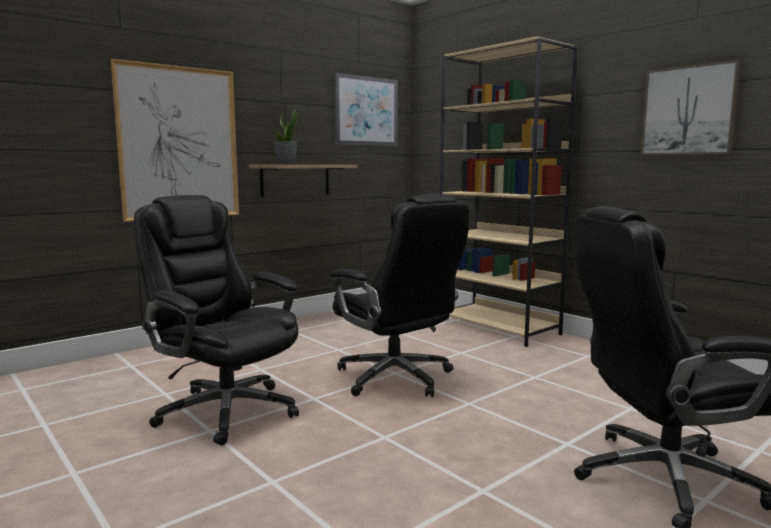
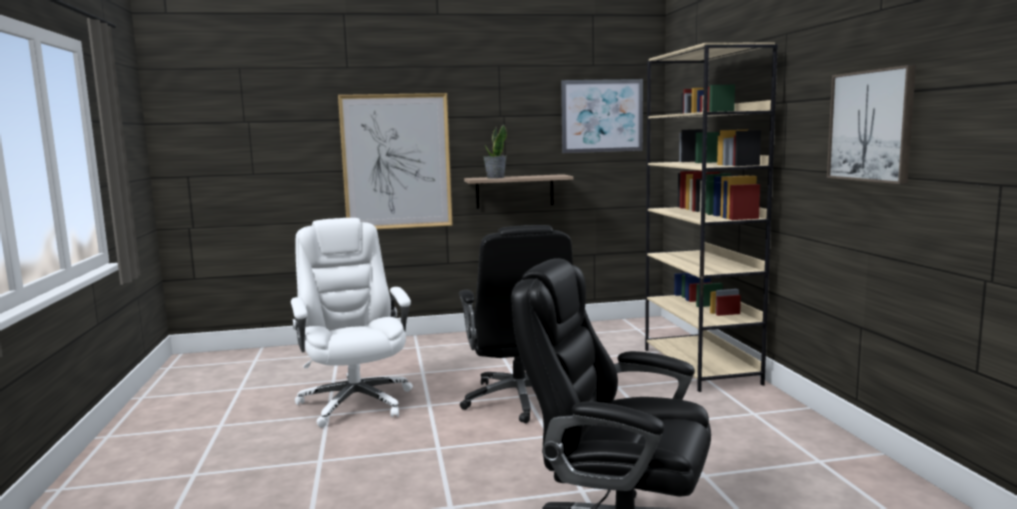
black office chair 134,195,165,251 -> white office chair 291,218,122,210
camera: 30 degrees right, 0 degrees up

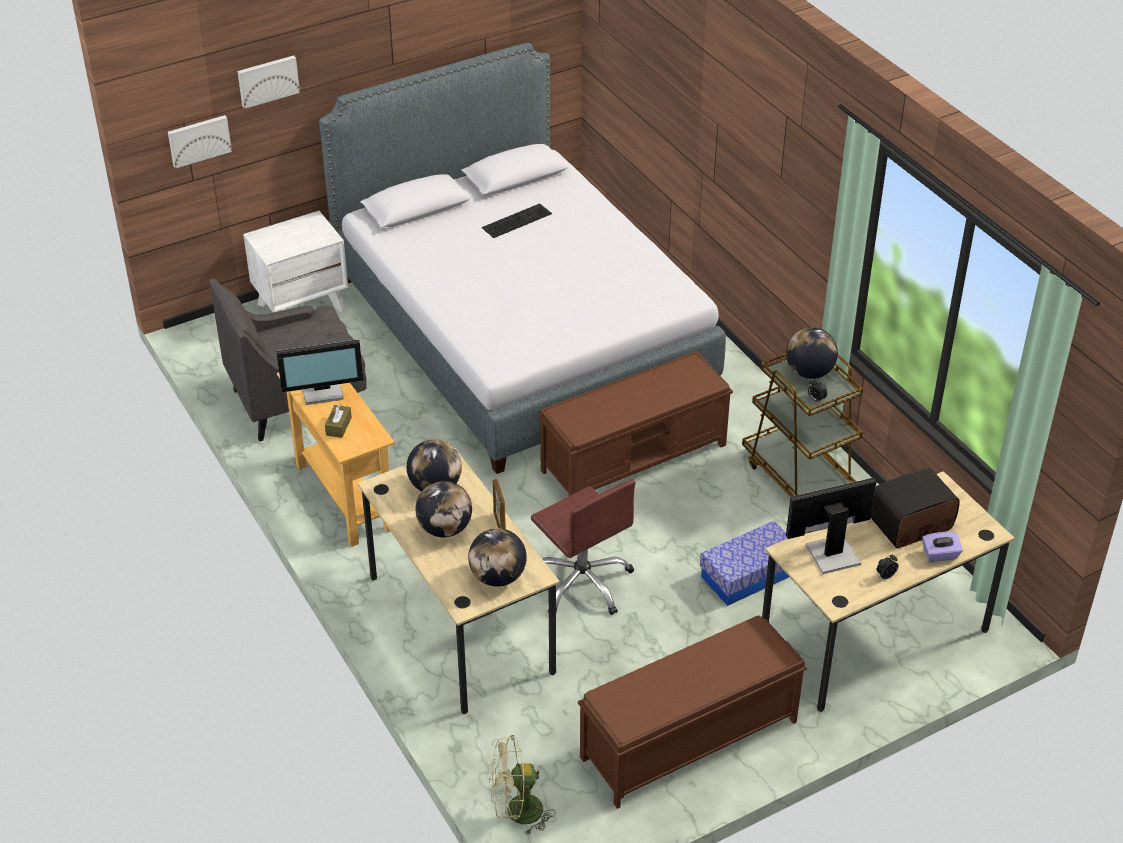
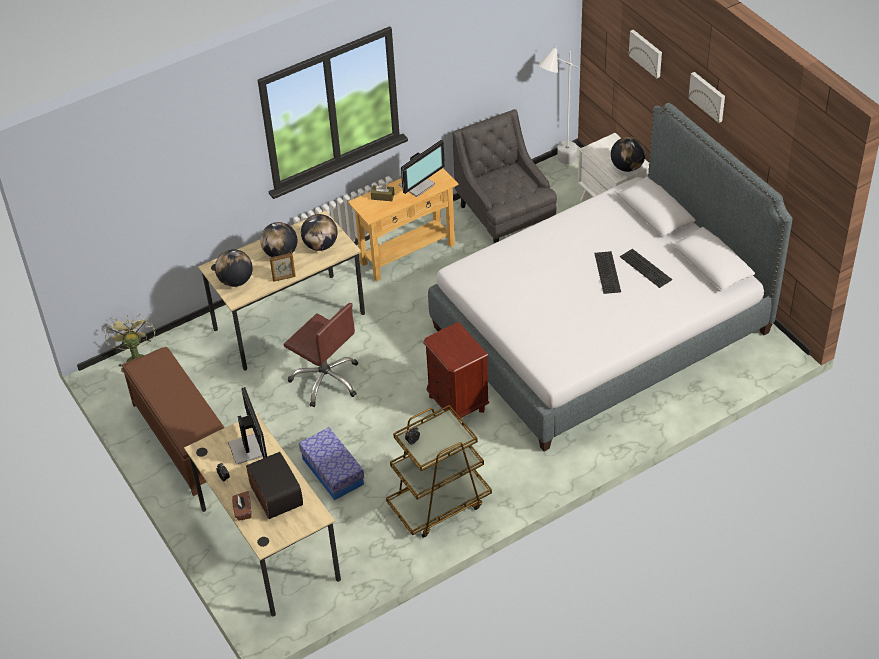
purple tissue box 922,532,41,30 -> brown tissue box 232,491,20,29
brown office chair 531,479,105,136 -> brown office chair 284,303,74,104, 105 degrees counterclockwise
monitor 276,339,87,66 -> monitor 399,140,46,57, 120 degrees counterclockwise
brown bench 538,351,195,146 -> brown nightstand 423,322,66,97
none -> white floor lamp 538,45,40,119
none -> keyboard 594,251,27,43
globe 786,327,52,52 -> globe 611,137,35,35, move
picture 168,115,64,54 -> picture 689,72,36,51, move
camera: 90 degrees right, 5 degrees up

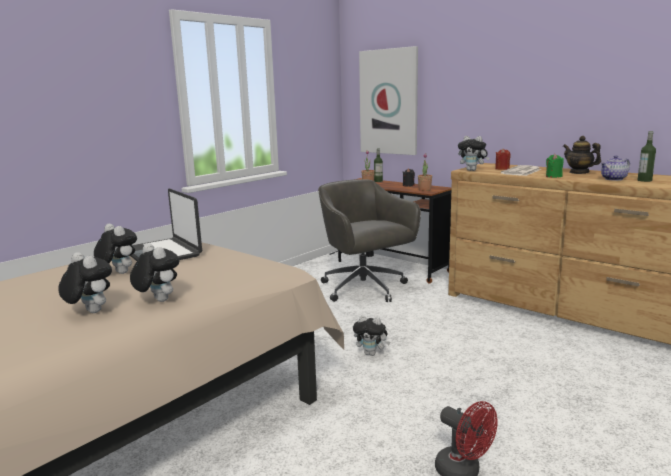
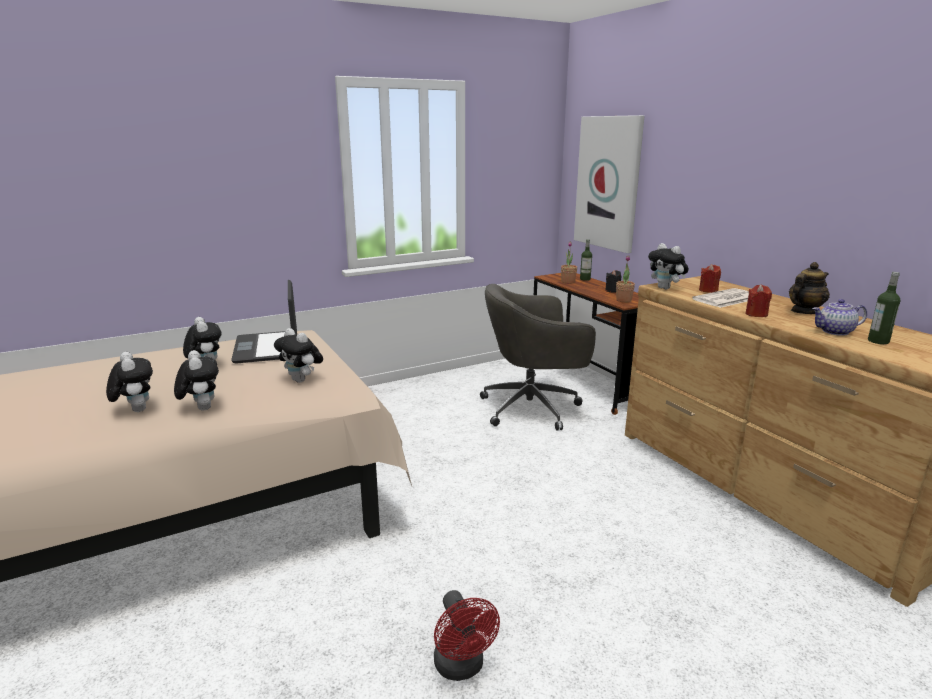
plush toy 353,315,37,41 -> plush toy 274,328,49,55, move
grey office chair 318,179,103,123 -> grey office chair 480,284,116,147, 90 degrees counterclockwise
green candle 546,154,18,24 -> red candle 745,284,27,33
teapot 563,136,38,38 -> teapot 789,262,41,52, 75 degrees clockwise
camera: 20 degrees right, 5 degrees up

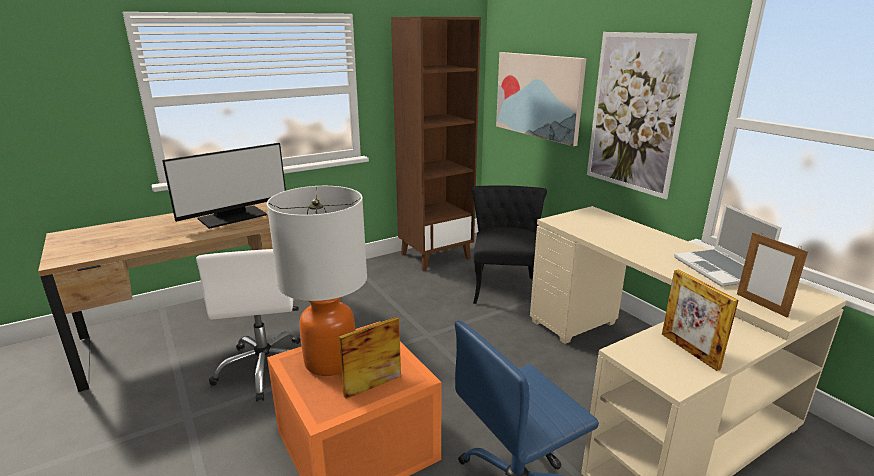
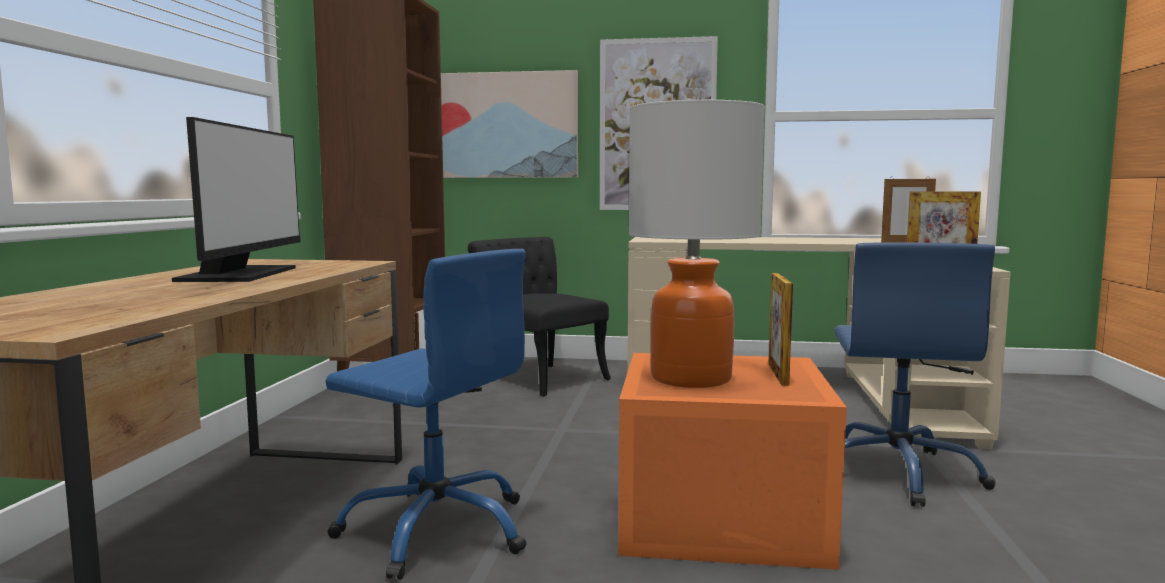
white office chair 196,249,104,153 -> blue office chair 325,249,202,331
laptop 674,204,108,83 -> none
camera: 50 degrees left, 15 degrees down

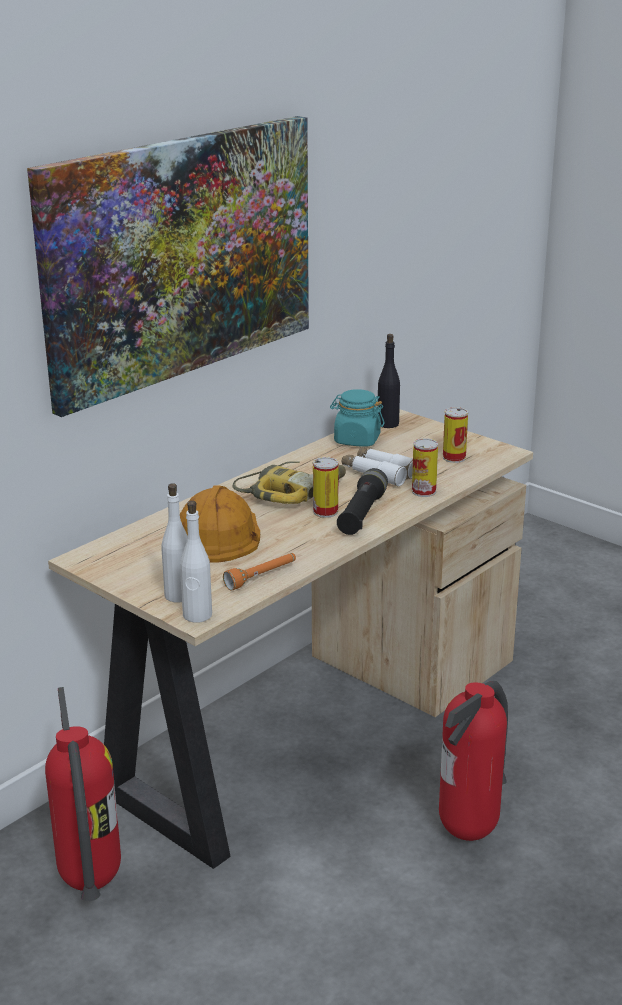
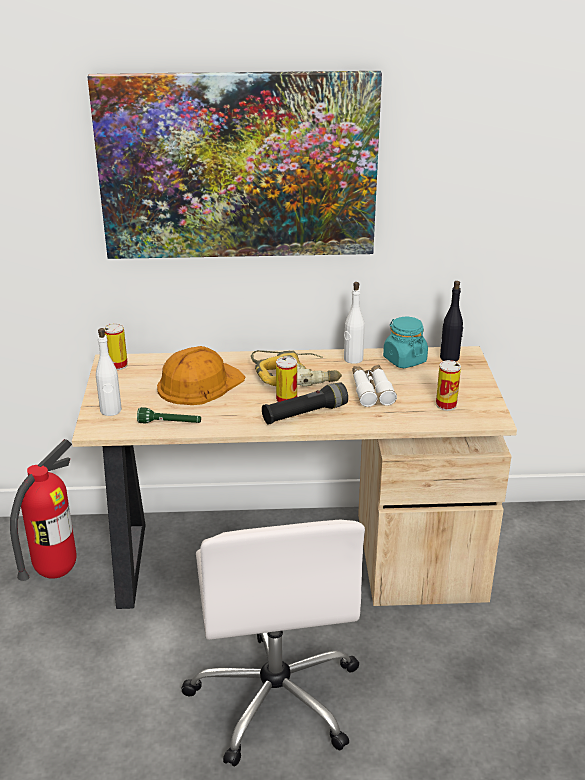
can 412,438,26,59 -> can 104,323,24,47, move
orange flashlight 223,553,73,37 -> green flashlight 137,407,64,16
fire extinguisher 439,681,69,160 -> white office chair 181,519,184,248
white bottle 180,501,32,122 -> white bottle 344,282,21,82, move
camera: 45 degrees right, 5 degrees up

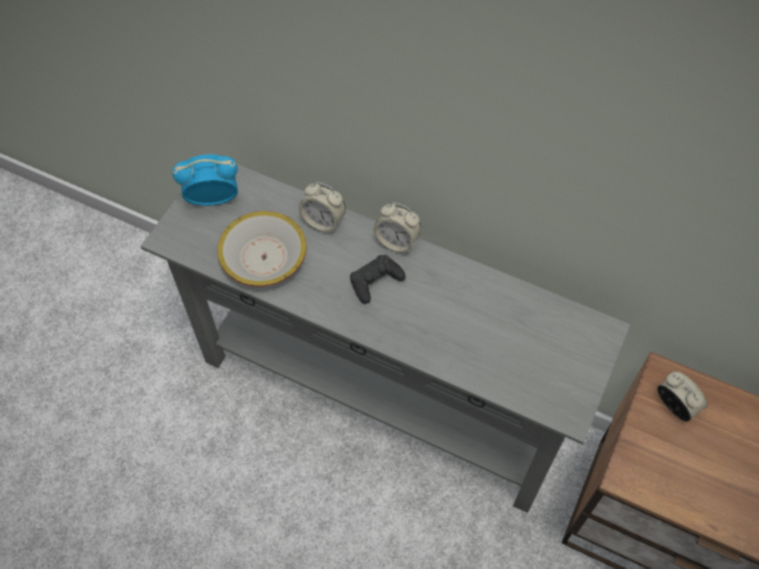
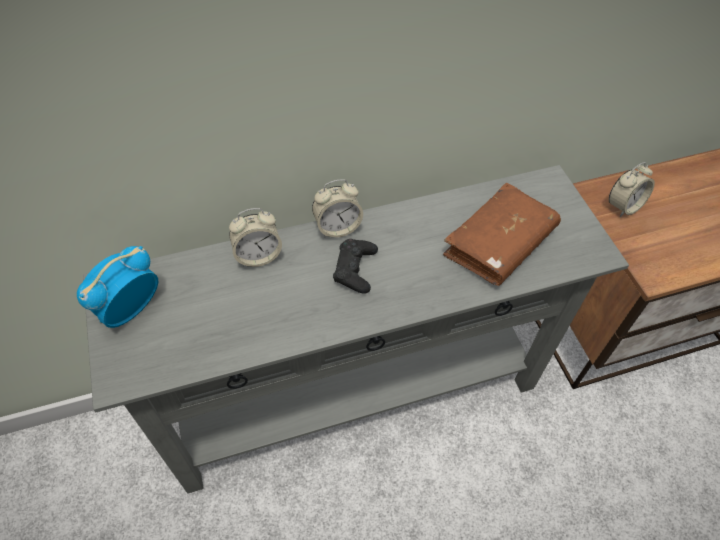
none -> brown book 443,183,118,103
alarm clock 657,372,51,50 -> alarm clock 609,162,46,55, 135 degrees clockwise
bowl 217,211,90,76 -> none
camera: 45 degrees left, 5 degrees down

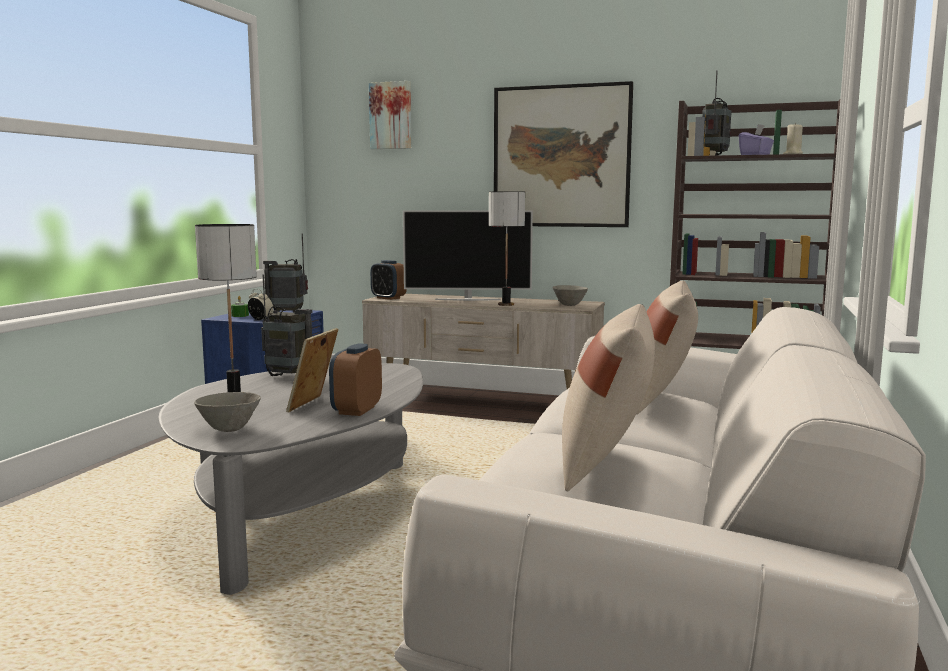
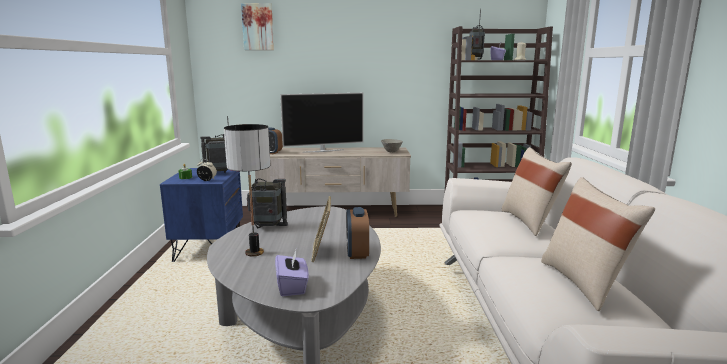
grey bowl 194,392,67,40 -> purple tissue box 275,250,34,46
table lamp 489,191,36,115 -> none
picture 494,81,139,146 -> none
camera: 20 degrees left, 5 degrees up

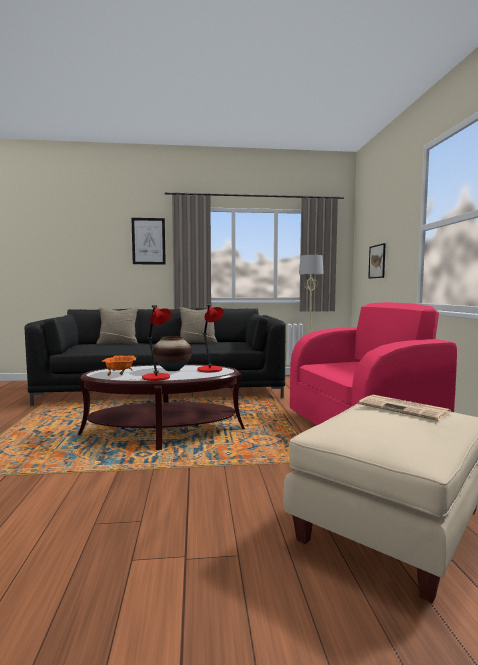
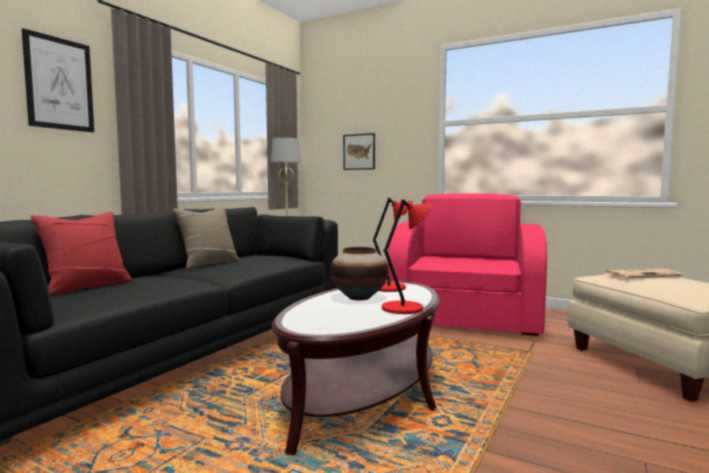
beige pillow 96,307,43,37 -> red pillow 30,212,102,84
orange bowl 102,355,34,21 -> none
camera: 55 degrees left, 0 degrees up

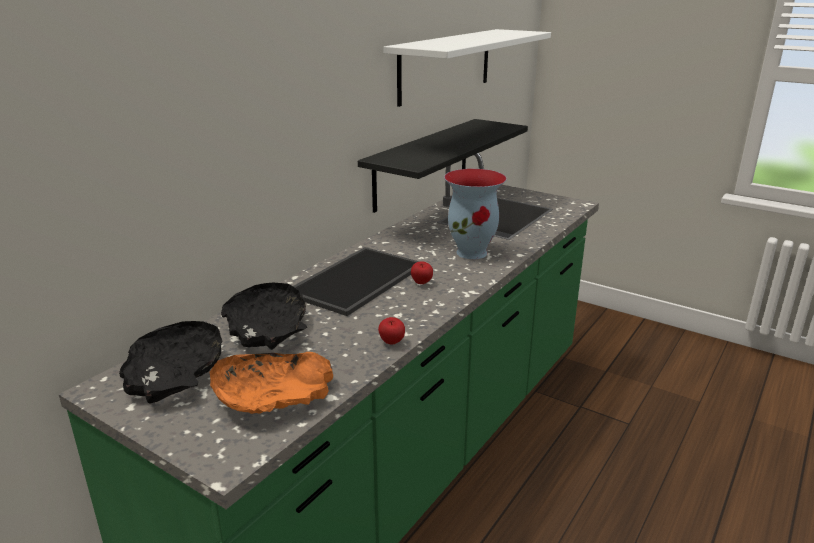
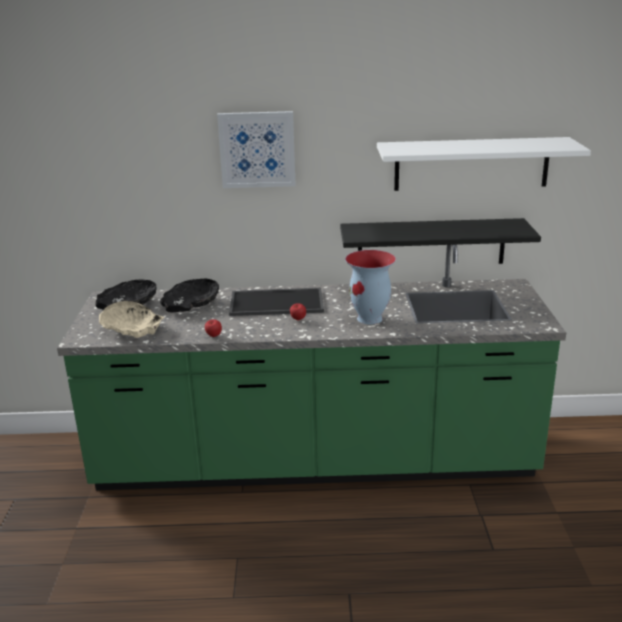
orange bowl 210,352,123,62 -> beige bowl 99,301,66,37
none -> picture 217,111,79,77
camera: 55 degrees right, 0 degrees up

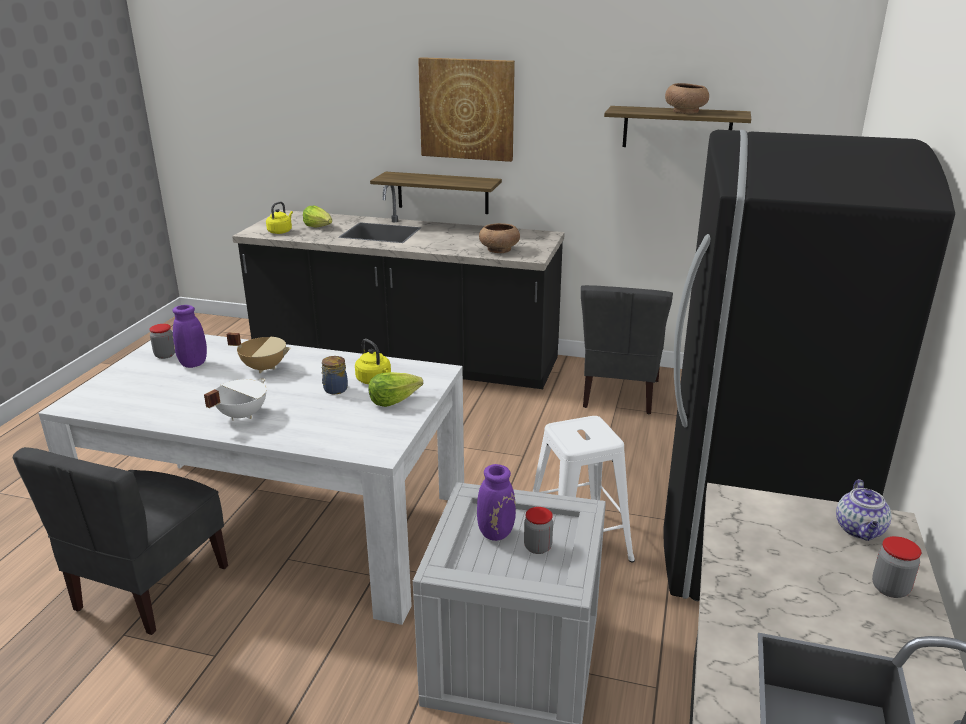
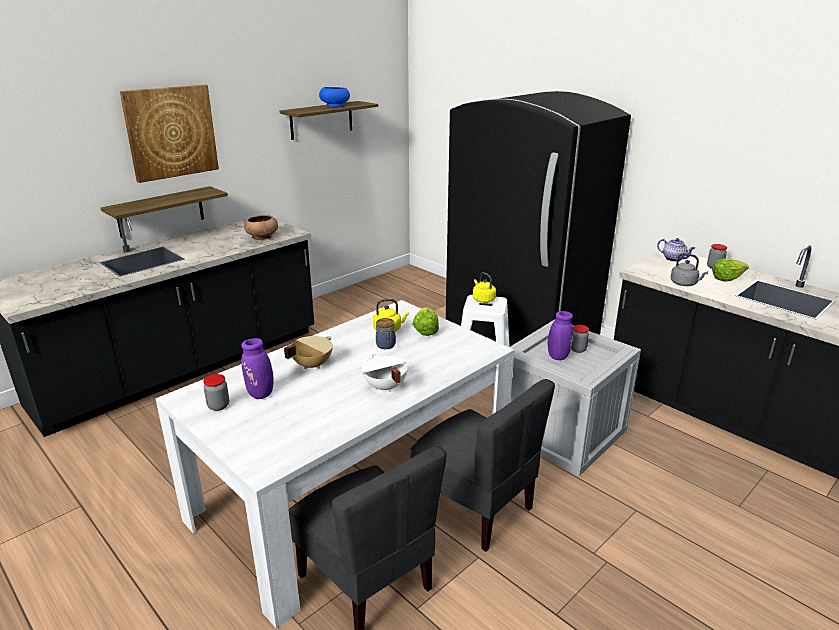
brown bowl 665,83,44,31 -> blue bowl 319,87,31,21
grey chair 581,285,92,129 -> grey chair 411,379,144,173, move
yellow kettle 266,202,27,32 -> yellow kettle 473,272,23,31, move
none -> grey kettle 671,253,37,33
lettuce 303,206,29,22 -> lettuce 712,259,37,22, move
camera: 60 degrees left, 0 degrees up

